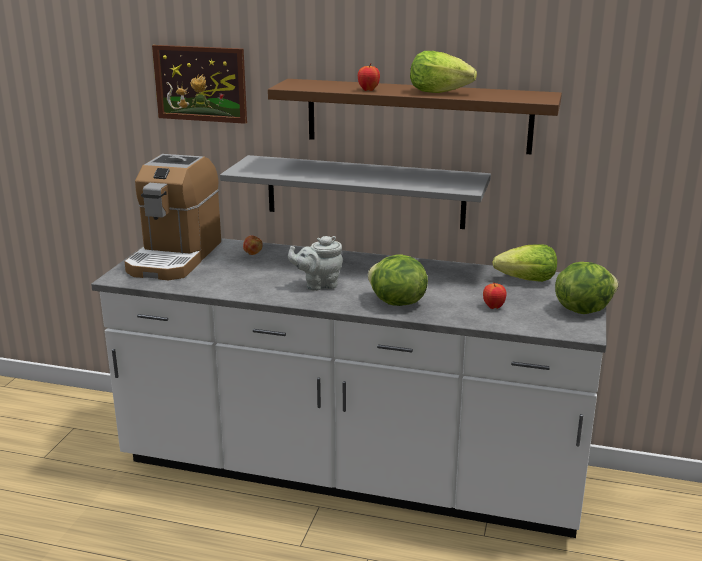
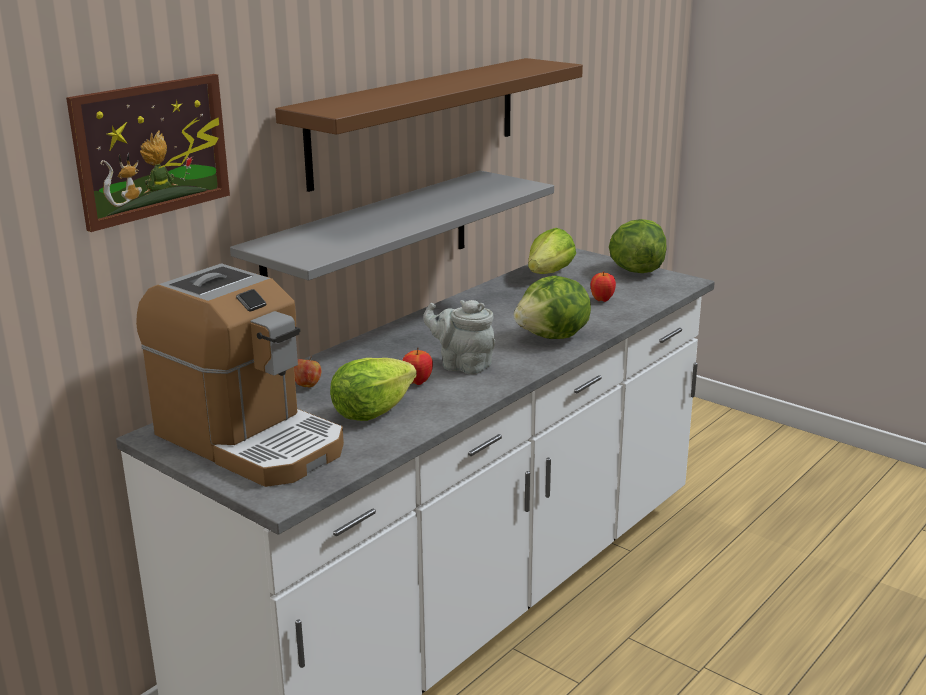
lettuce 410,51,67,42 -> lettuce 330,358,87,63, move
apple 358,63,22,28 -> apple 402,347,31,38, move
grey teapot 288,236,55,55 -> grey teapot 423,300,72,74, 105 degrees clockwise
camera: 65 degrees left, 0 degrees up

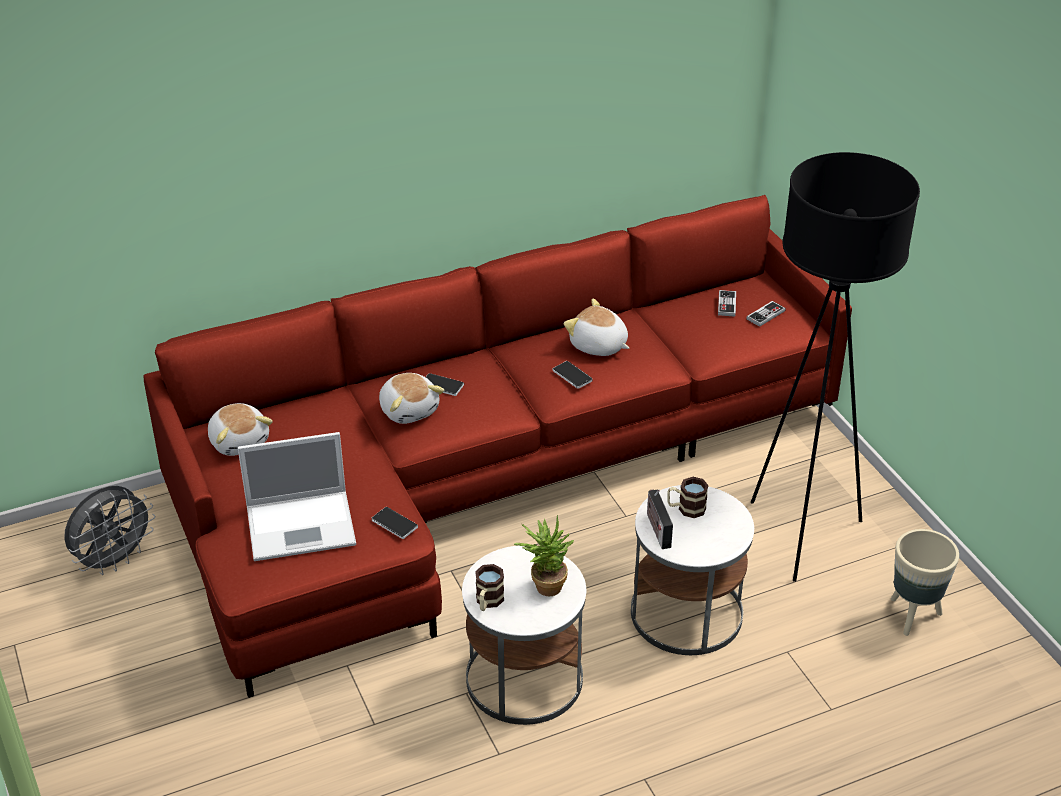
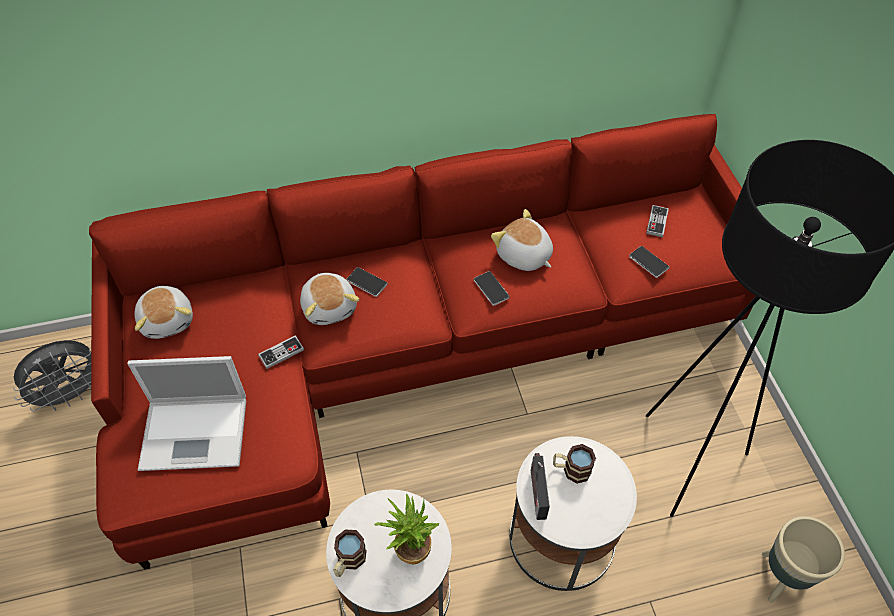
game controller 746,301,40,26 -> game controller 258,335,46,34, move
phone 372,507,46,32 -> phone 629,246,40,32, move
camera: 10 degrees right, 15 degrees up

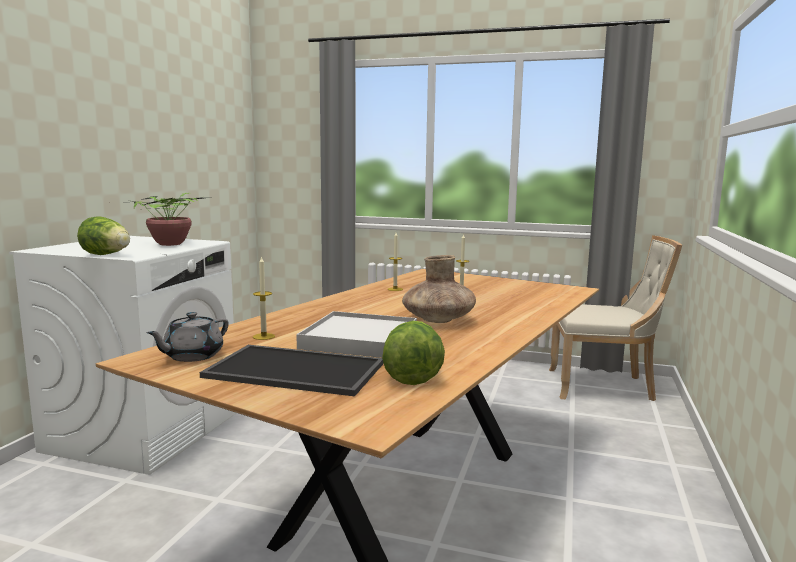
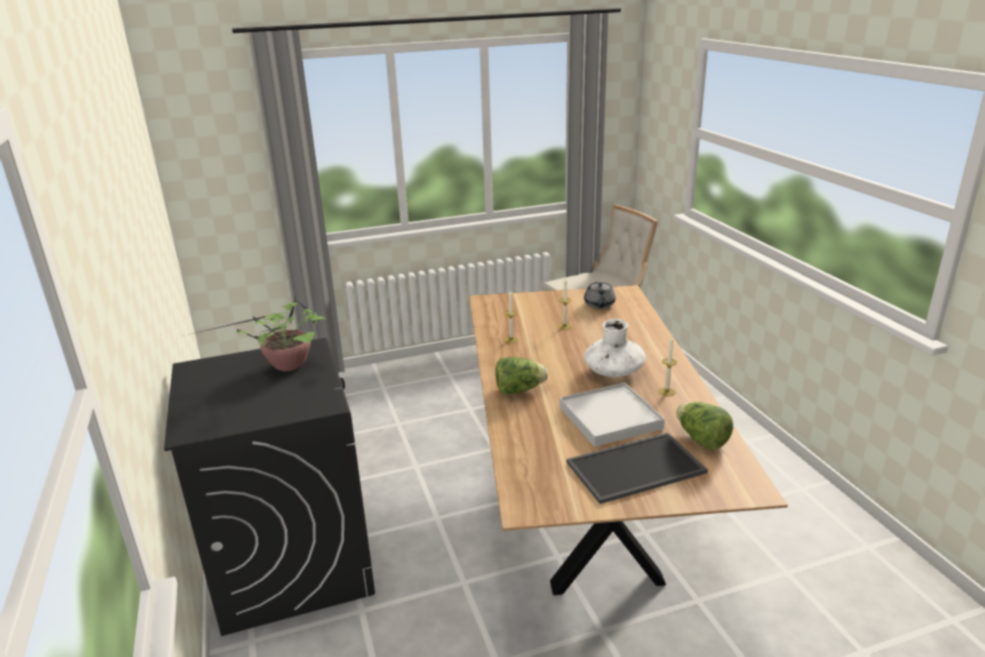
white washing machine 9,236,227,239 -> black washing machine 164,338,211,298
lettuce 77,216,53,39 -> lettuce 495,357,53,38, move
grey teapot 146,312,83,50 -> grey teapot 584,281,32,28, move
brown vase 402,255,74,68 -> white vase 584,319,62,58
candle 253,256,22,84 -> candle 658,336,19,61, move
camera: 35 degrees left, 15 degrees up

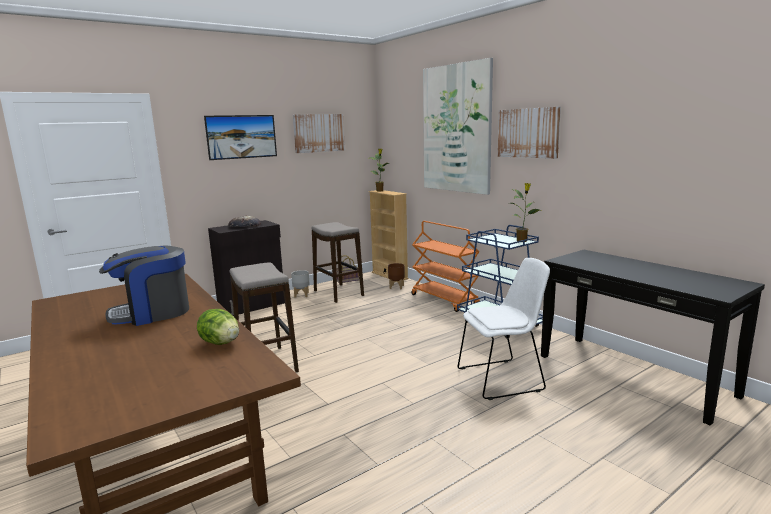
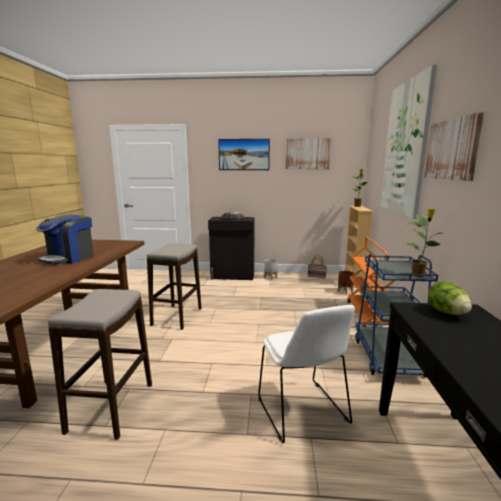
coffee machine 99,246,90,80 -> coffee machine 36,214,58,51, 75 degrees counterclockwise
stool 312,222,52,81 -> stool 48,289,104,151, move
white chair 457,258,93,142 -> white chair 258,305,97,138, 45 degrees clockwise
lettuce 197,309,42,36 -> lettuce 428,281,44,34, move
camera: 40 degrees right, 0 degrees up

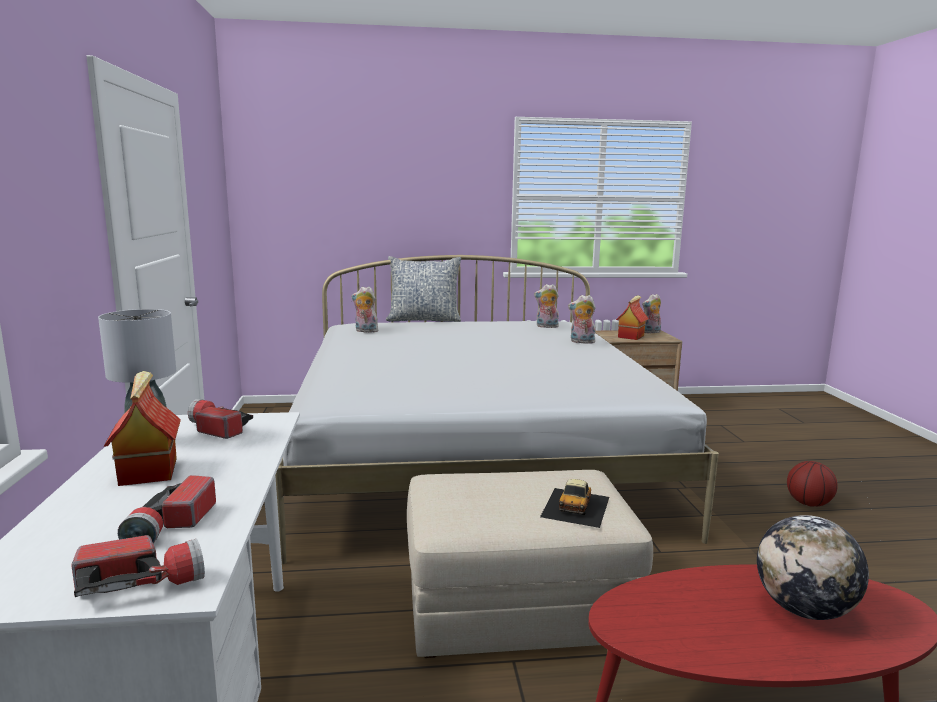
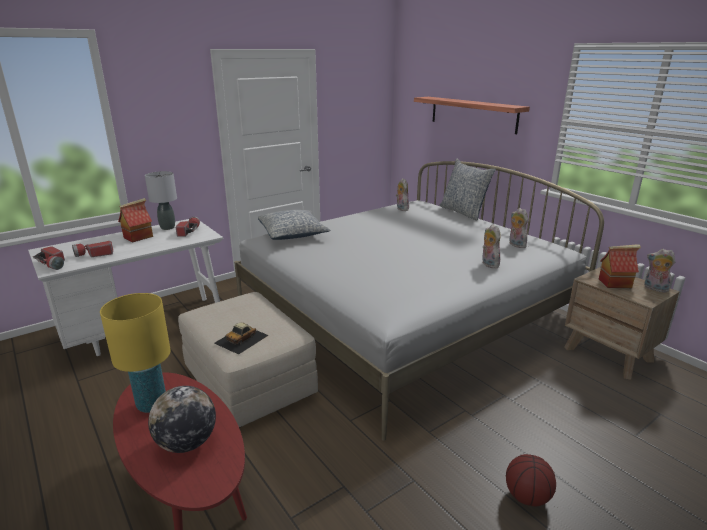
none -> yellow table lamp 100,293,71,120
toy car 540,479,69,49 -> toy car 214,322,55,33, 45 degrees counterclockwise
none -> pillow 258,210,72,30
none -> shelf 414,97,116,37
camera: 60 degrees right, 10 degrees up

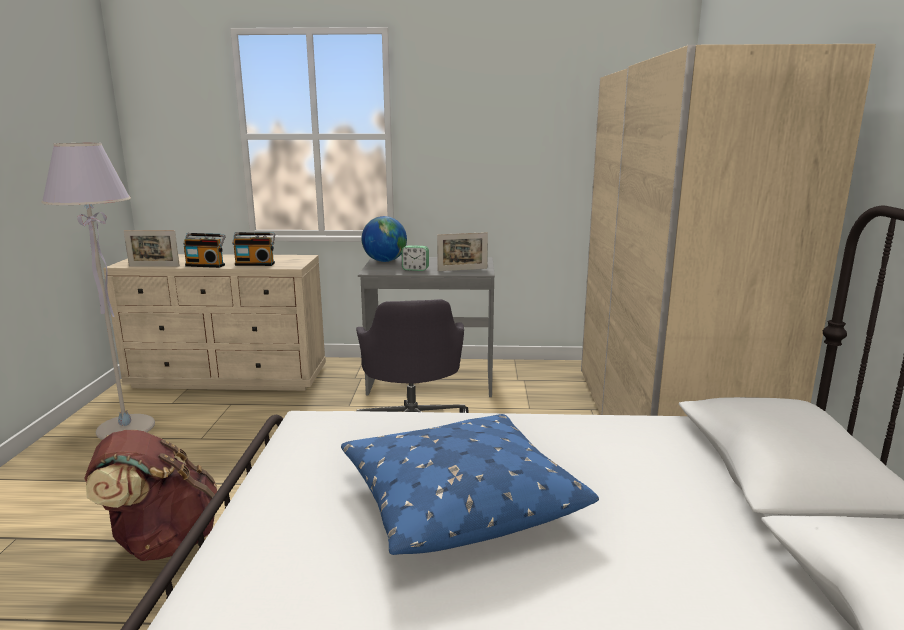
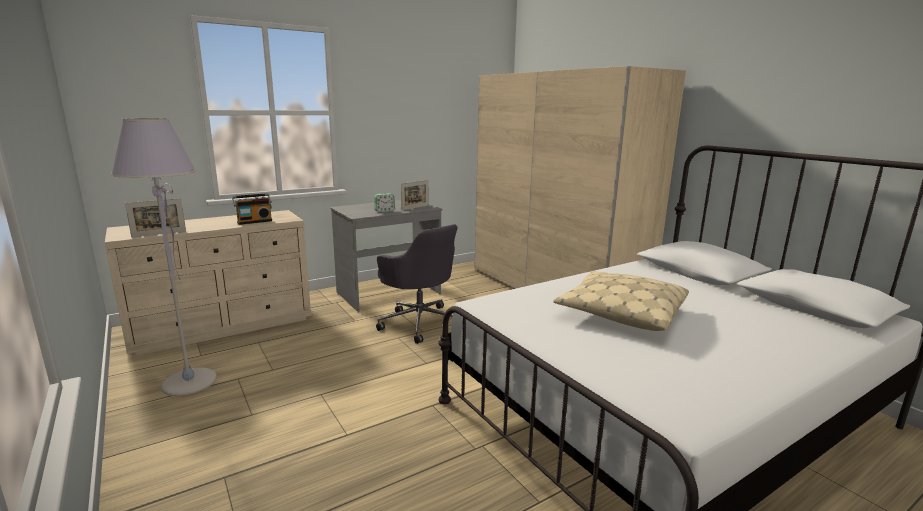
blue pillow 341,414,258,141 -> beige pillow 553,272,136,59
brown backpack 84,430,133,131 -> none
radio 183,233,43,35 -> none
globe 362,216,45,46 -> none
camera: 35 degrees left, 0 degrees up

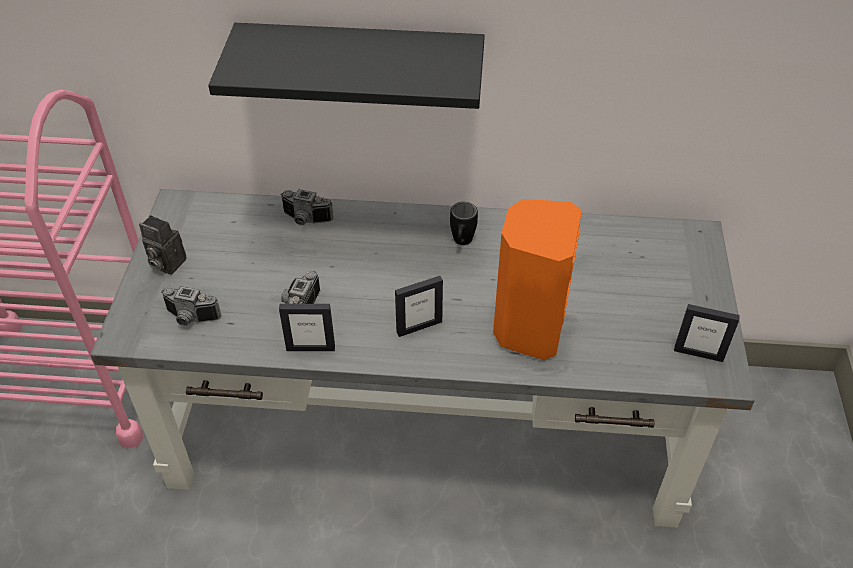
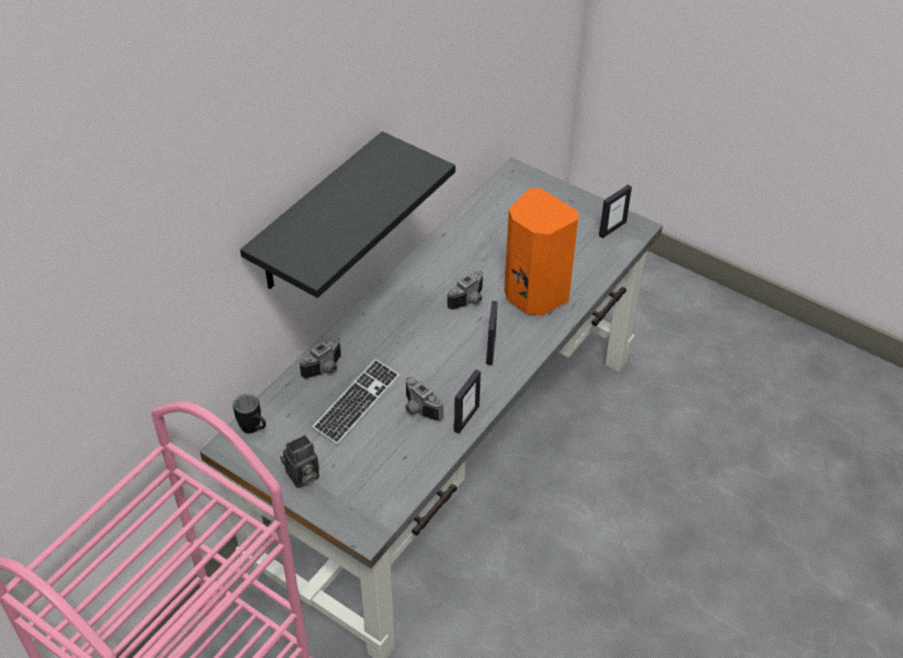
black mug 450,202,28,43 -> black mug 233,394,33,40, move
none -> keyboard 312,359,88,86
photo camera 161,286,60,40 -> photo camera 447,271,36,39, move
camera: 60 degrees left, 0 degrees up

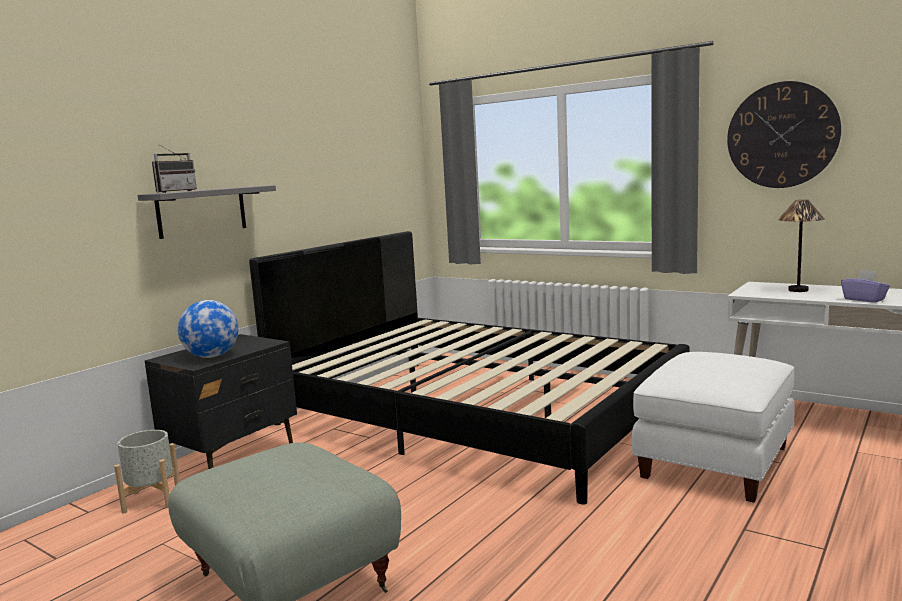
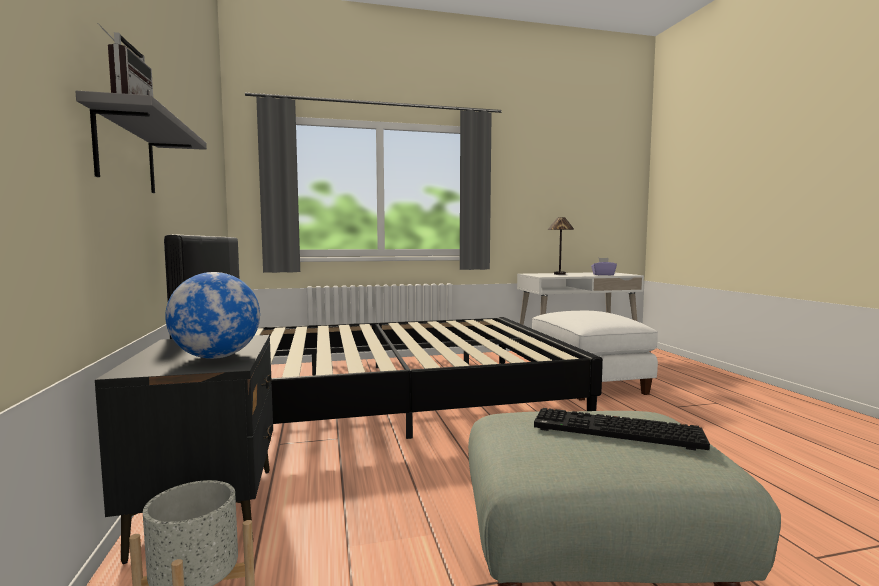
none -> keyboard 534,408,176,43
wall clock 727,81,114,107 -> none
camera: 50 degrees left, 5 degrees down

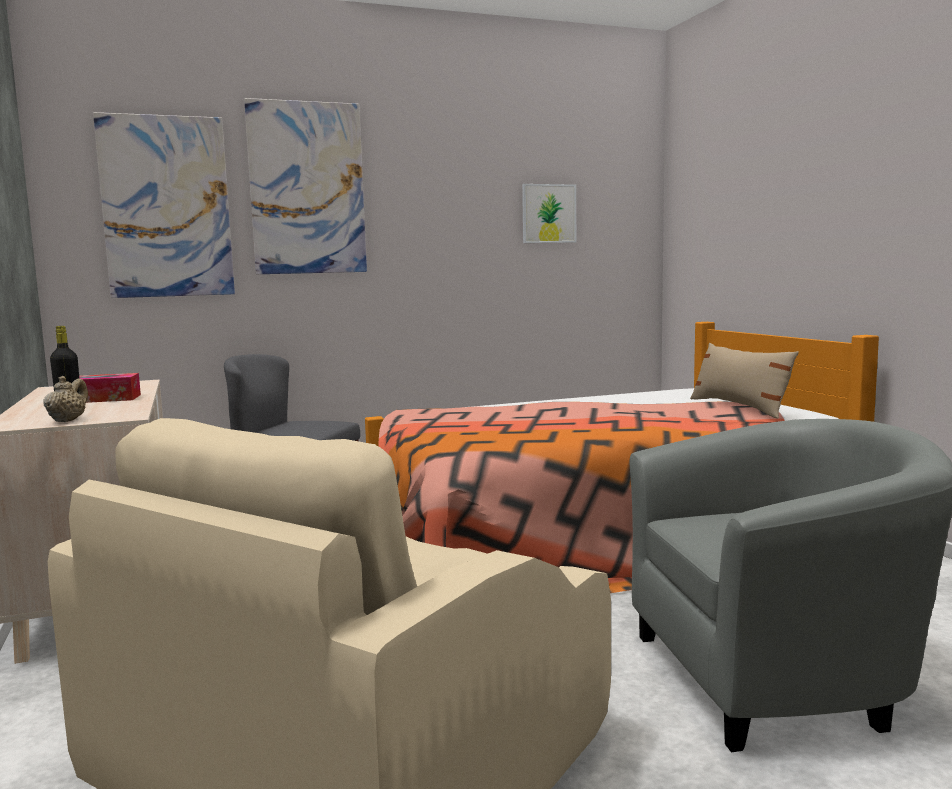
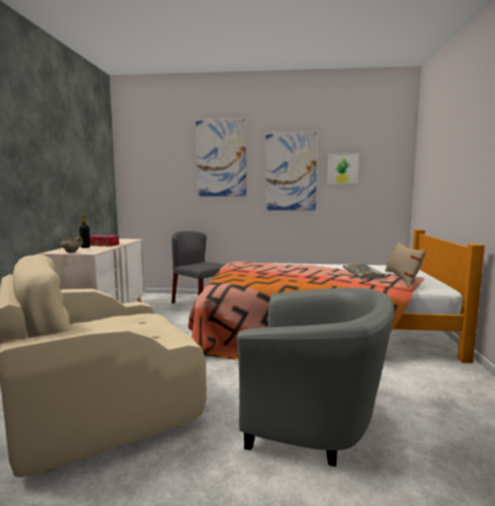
picture 93,112,142,186 -> picture 265,132,53,78, move
none -> keyboard 343,264,42,14
camera: 25 degrees right, 0 degrees up

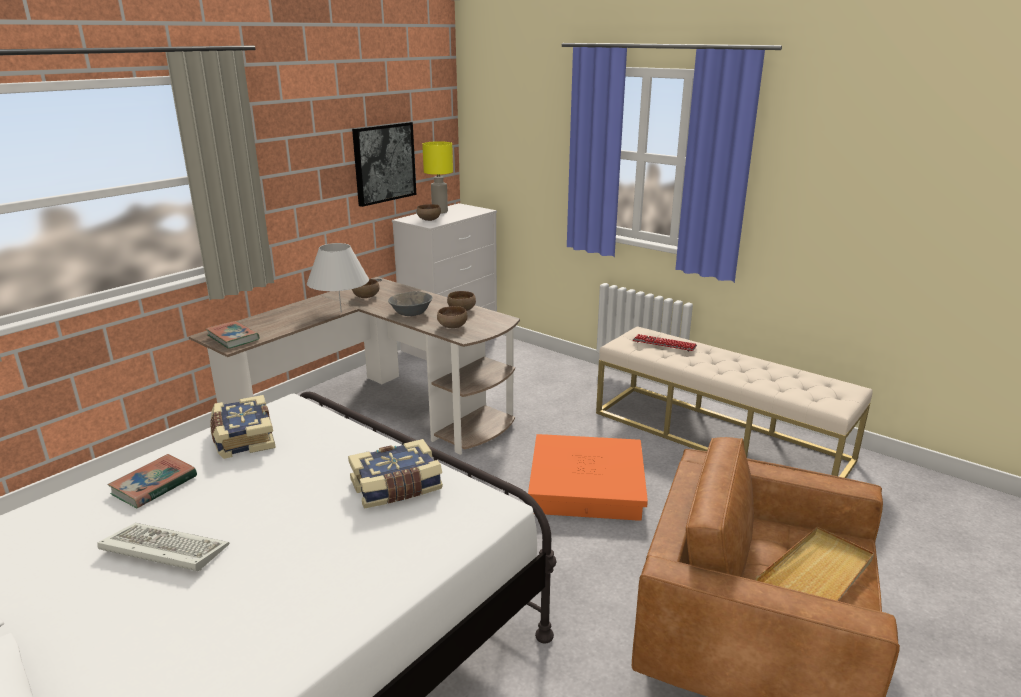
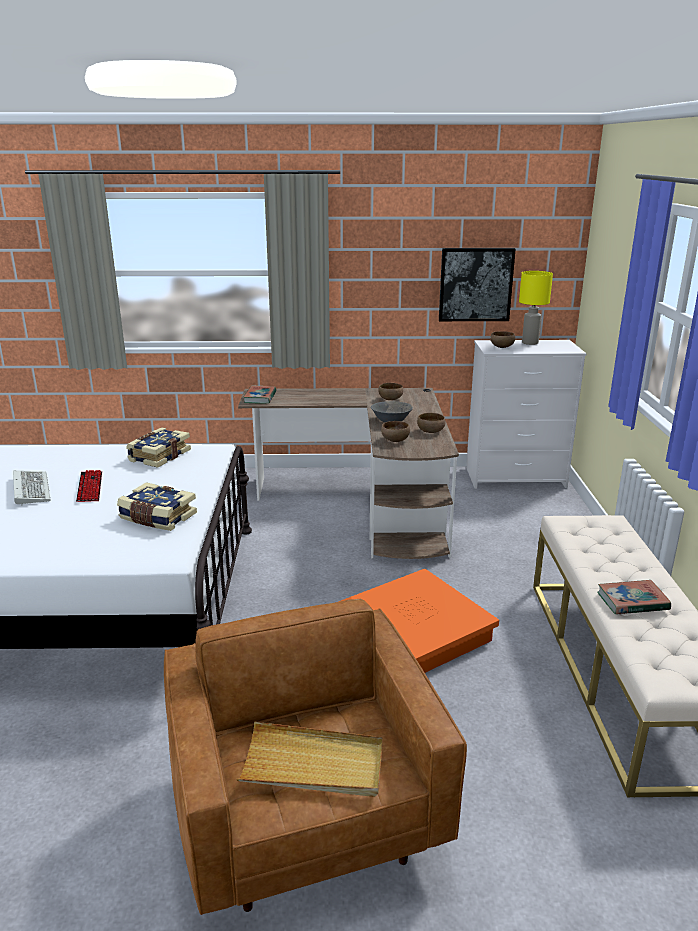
keyboard 633,334,64,18 -> keyboard 76,470,26,32, move
book 108,454,89,54 -> book 597,580,74,34, move
white table lamp 307,243,62,70 -> none
camera: 50 degrees right, 0 degrees up

